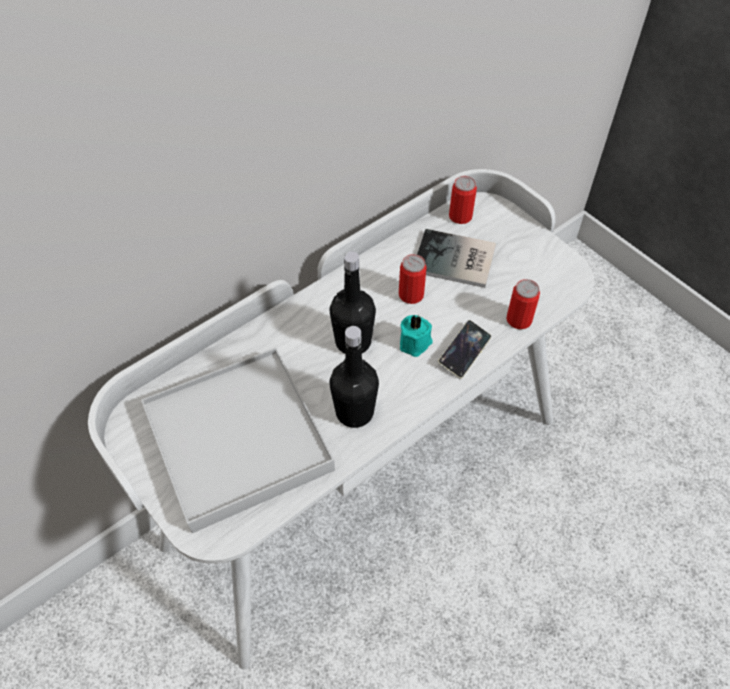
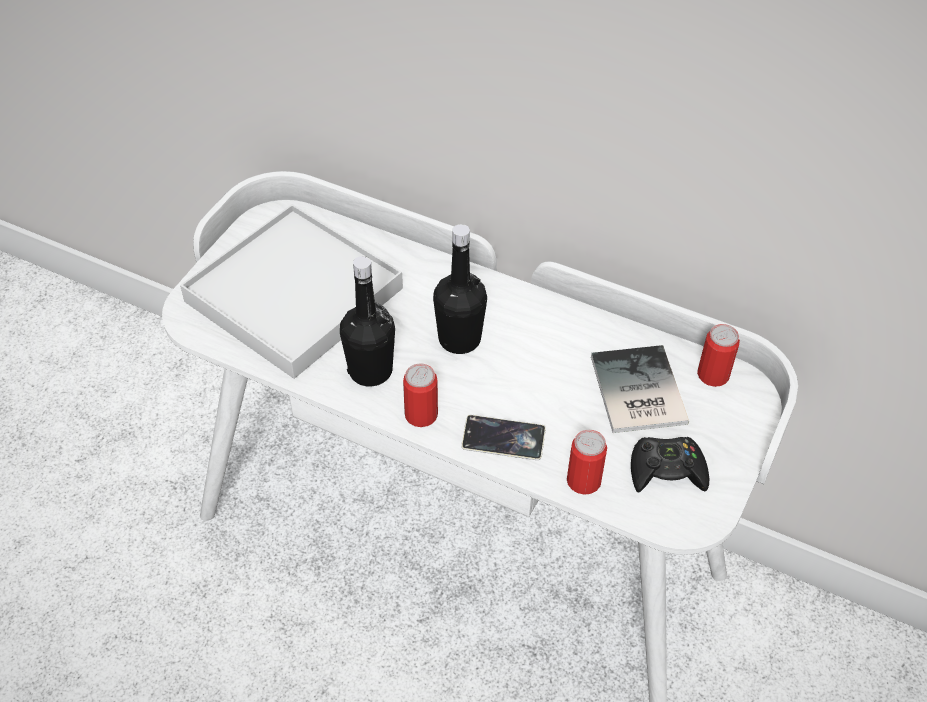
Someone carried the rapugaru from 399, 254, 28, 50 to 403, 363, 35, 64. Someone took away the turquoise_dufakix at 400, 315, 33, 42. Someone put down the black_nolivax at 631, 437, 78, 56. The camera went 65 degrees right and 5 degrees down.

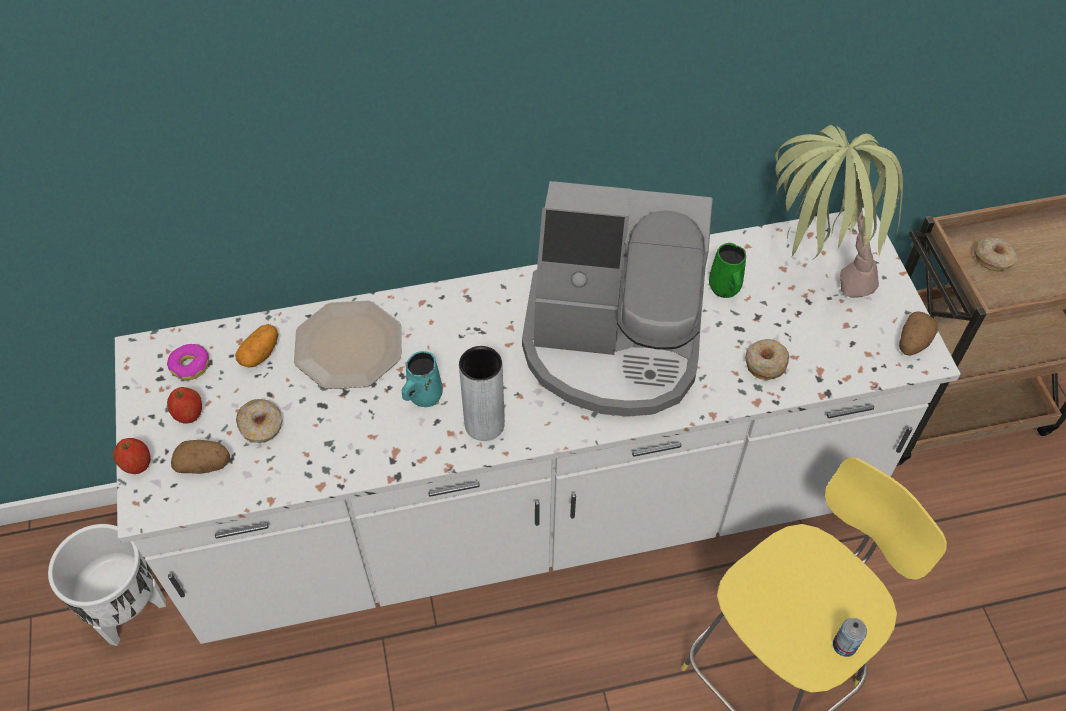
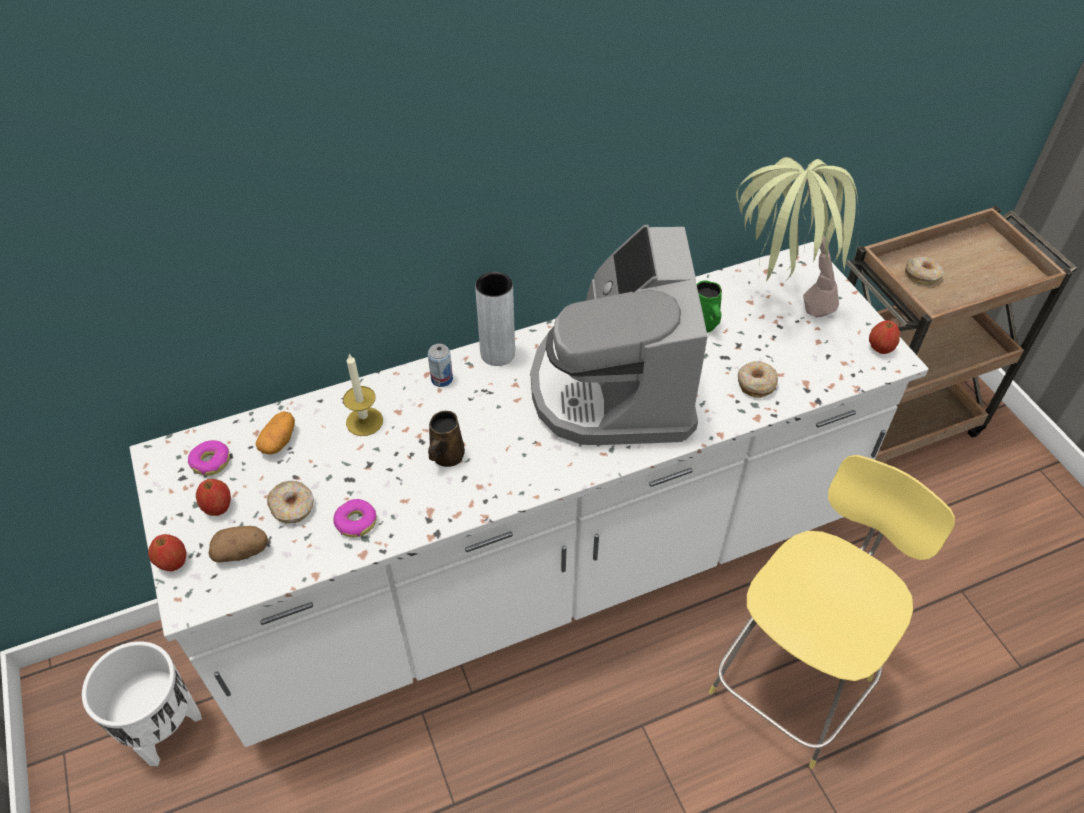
Someone swapped the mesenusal at 294, 300, 108, 89 for the dufakix at 343, 354, 40, 82. Someone repainted the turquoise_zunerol at 402, 351, 41, 56, which became the brown_zunerol at 428, 411, 37, 56. Someone carried the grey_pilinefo from 459, 346, 46, 95 to 475, 272, 40, 94. Someone rotated the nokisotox at 522, 181, 191, 236 by 90 degrees clockwise. Someone carried the rapugaru from 833, 618, 34, 39 to 428, 344, 25, 43. Someone swapped the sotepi at 899, 311, 39, 45 for the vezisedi at 869, 320, 31, 34. Someone put down the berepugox at 333, 499, 44, 38. The camera went 10 degrees left and 5 degrees down.

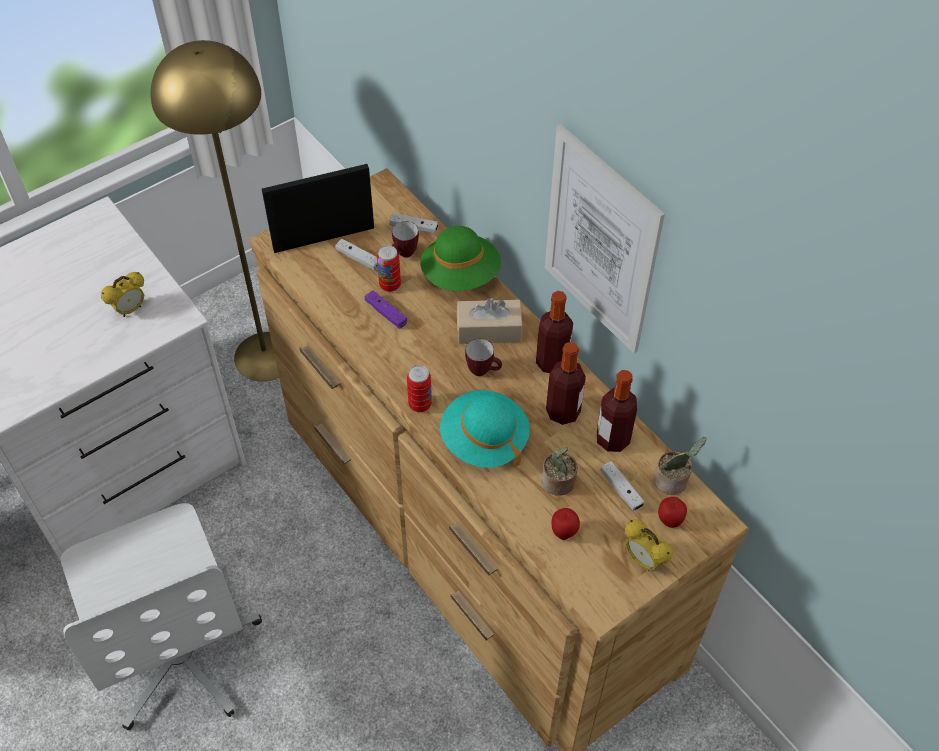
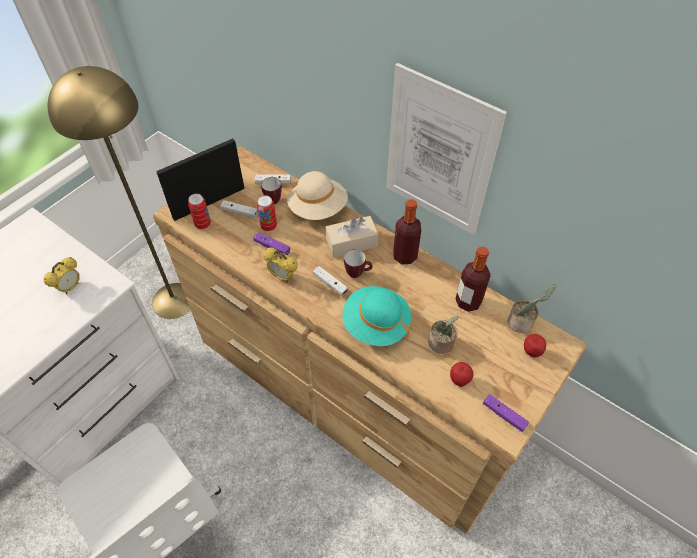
Someone carried the rapugaru from 407, 365, 25, 48 to 188, 194, 23, 35. Someone repainted the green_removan at 420, 226, 81, 65, which became the beige_removan at 287, 171, 61, 49. Someone took away the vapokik at 546, 342, 40, 83. Someone carried the white_nolivax from 601, 461, 44, 50 to 313, 266, 35, 30. Someone carried the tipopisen from 625, 519, 48, 52 to 263, 247, 35, 36. Someone put down the purple_nolivax at 483, 394, 46, 38. The camera went 15 degrees left and 0 degrees up.

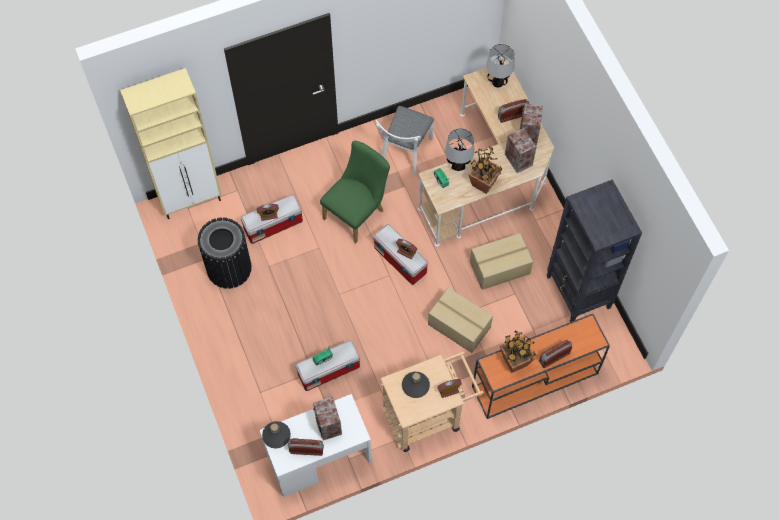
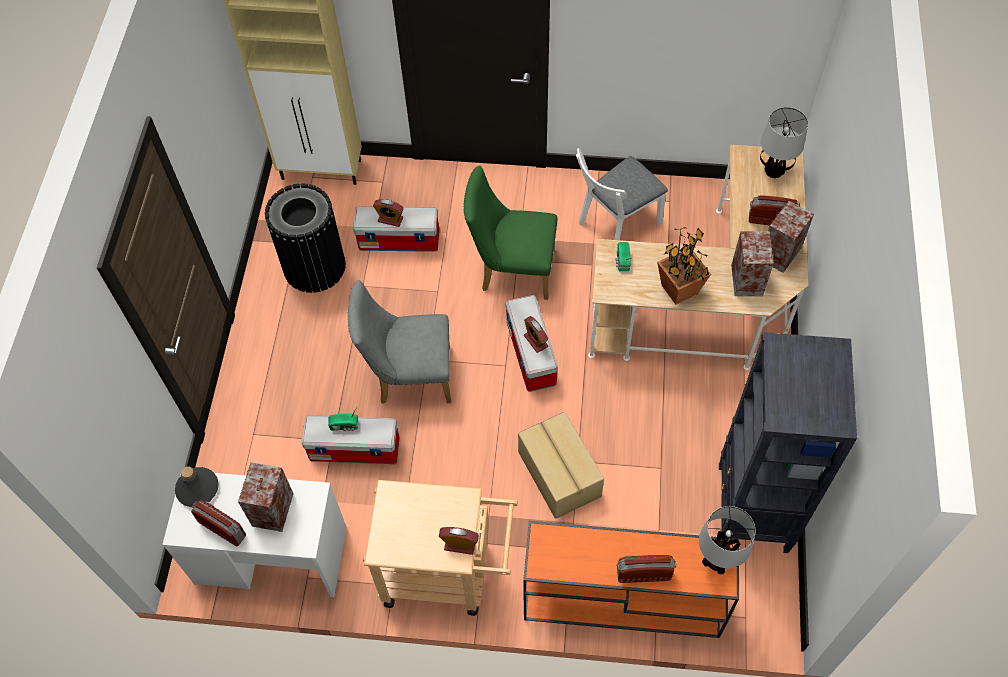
Someone rotated the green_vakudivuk at 320, 141, 70, 102 by 150 degrees counterclockwise. Someone took away the grey_vapokik at 402, 372, 28, 26. Someone carried the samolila from 445, 128, 29, 43 to 699, 506, 56, 68. Someone took away the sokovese at 470, 233, 63, 57. Someone took away the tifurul at 500, 330, 36, 43. Someone put down the grey_vakudivuk at 348, 280, 103, 124. The camera went 30 degrees right and 5 degrees down.

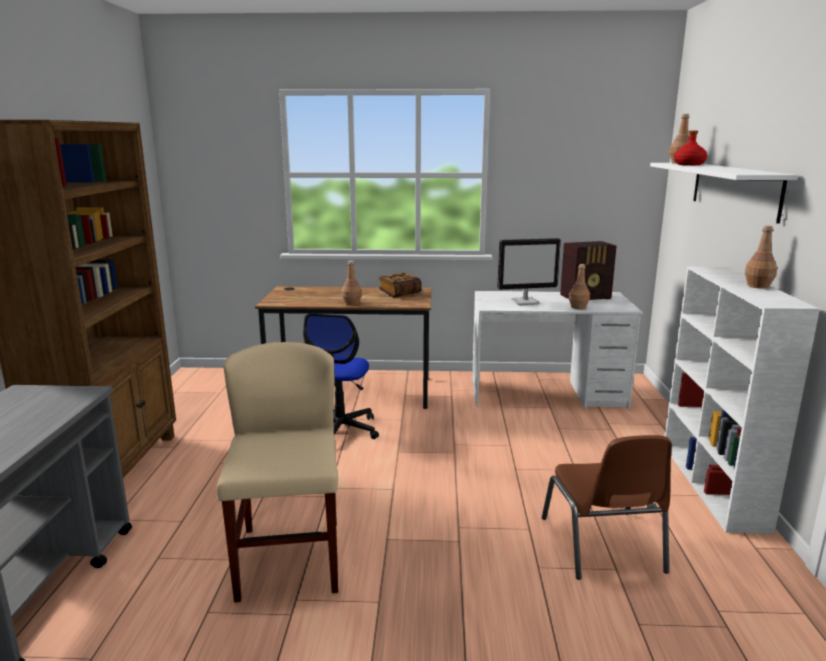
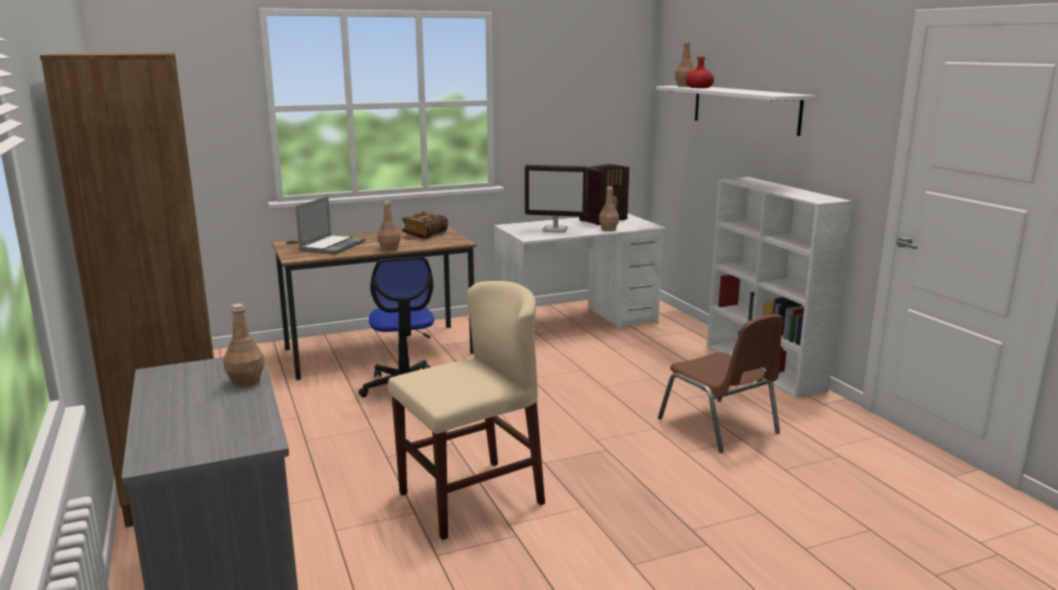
Someone rotated the beige_vakudivuk at 216, 342, 122, 261 by 90 degrees clockwise. Someone rotated the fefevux at 497, 238, 64, 67 by 45 degrees clockwise. Someone carried the brown_vapokik from 745, 225, 32, 64 to 223, 304, 41, 83. Someone put down the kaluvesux at 296, 196, 69, 58. The camera went 25 degrees left and 0 degrees up.

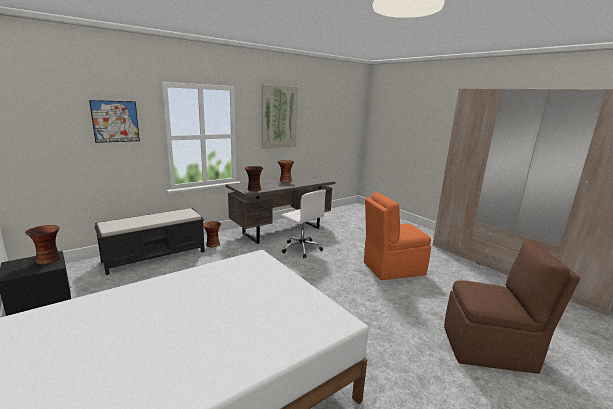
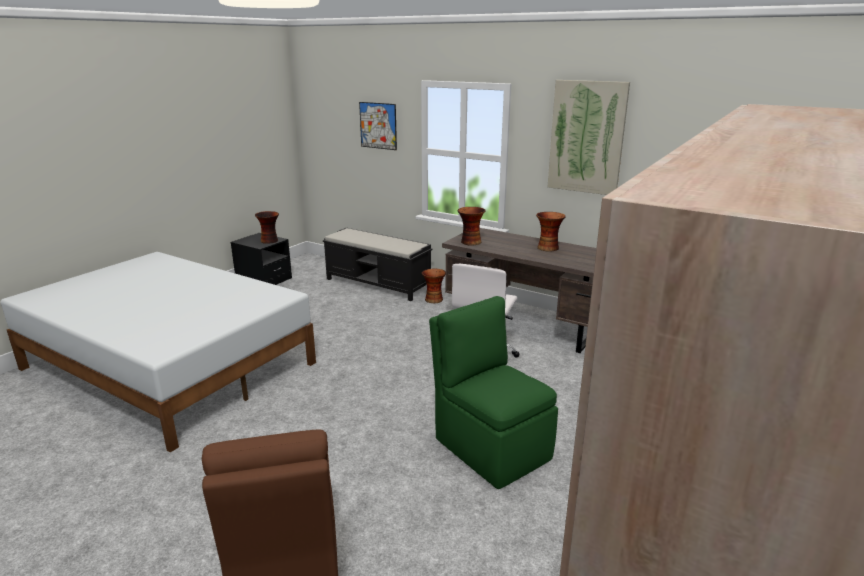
Someone repainted the orange_vakudivuk at 364, 192, 67, 88, which became the green_vakudivuk at 429, 296, 129, 193. The camera went 70 degrees right and 5 degrees up.

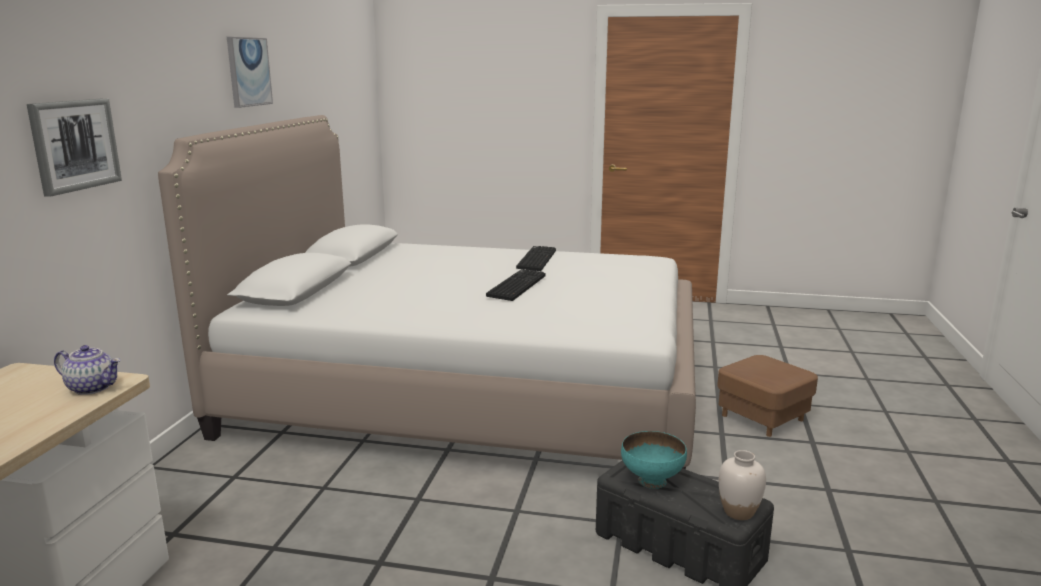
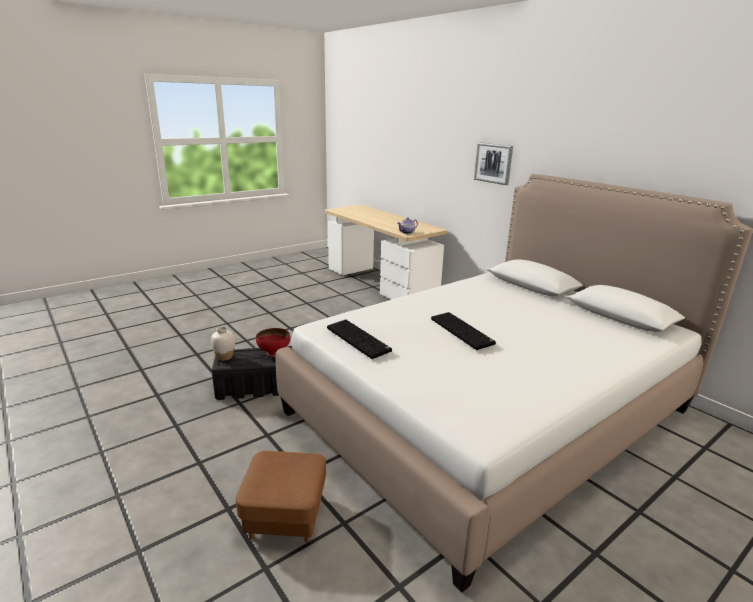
Someone took away the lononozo at 227, 37, 46, 71. Someone carried the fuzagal from 516, 246, 40, 25 to 327, 320, 65, 39. Someone repainted the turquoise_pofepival at 621, 431, 66, 58, which became the red_pofepival at 256, 328, 34, 29. The camera went 130 degrees right and 5 degrees up.

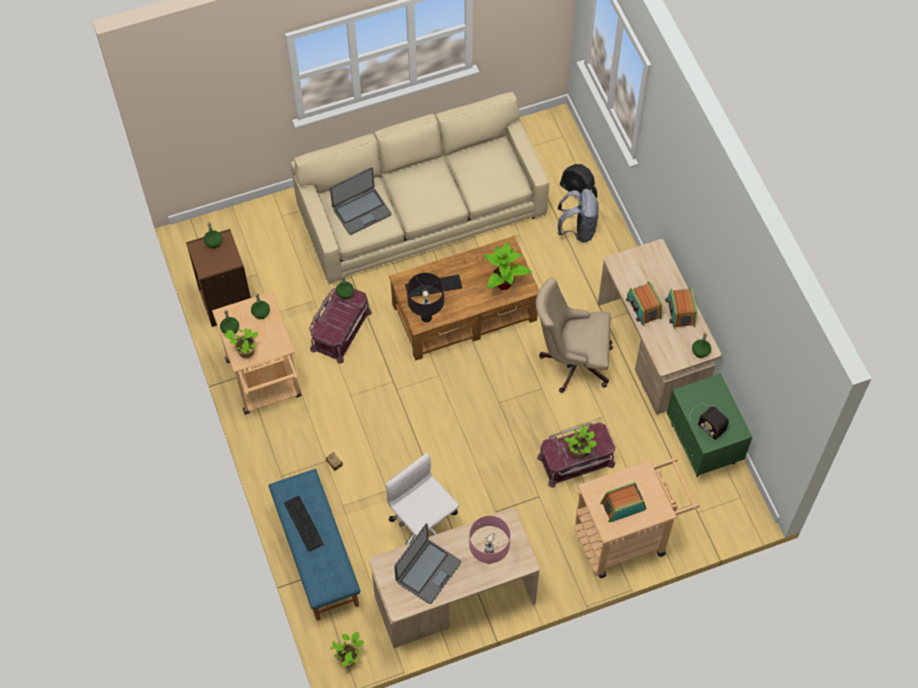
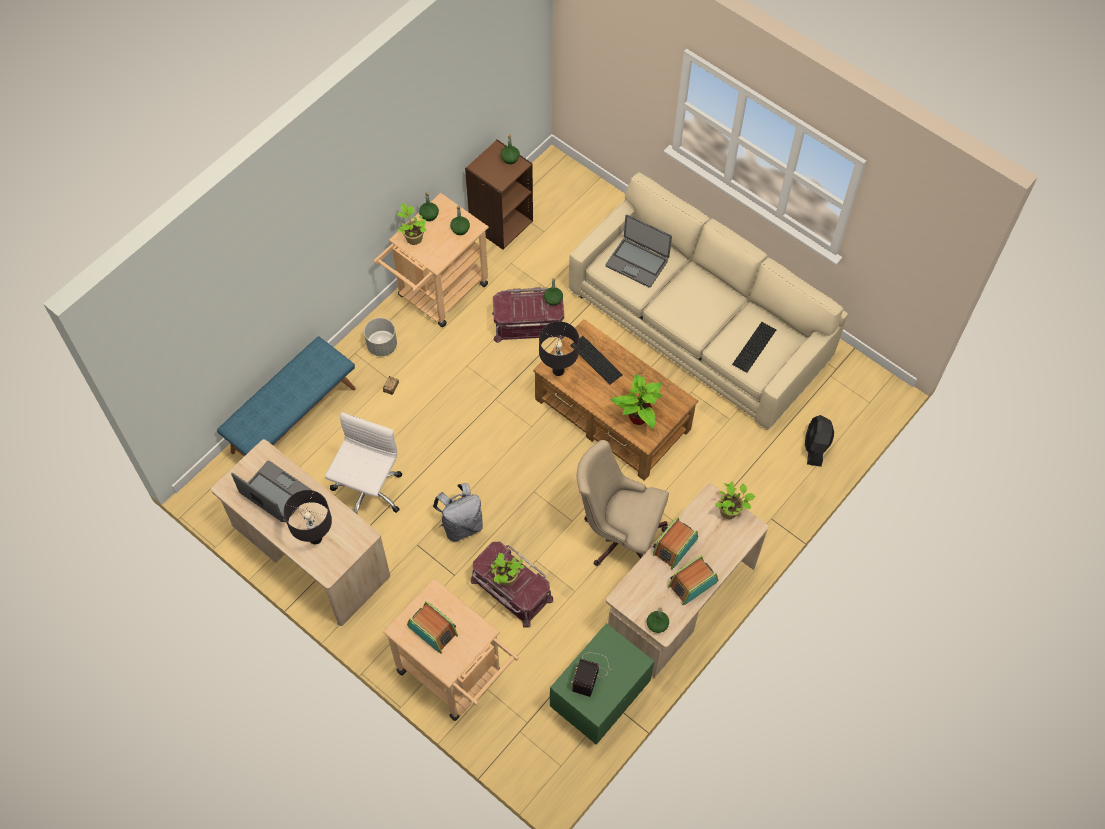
Someone carried the fuzagal from 284, 495, 40, 57 to 732, 322, 44, 51. Someone carried the tifurul from 330, 632, 34, 36 to 715, 481, 40, 38. Someone rotated the kaluvesux at 394, 523, 67, 81 by 150 degrees counterclockwise. Someone repainted the pink_samolila at 469, 516, 41, 48, which became the black_samolila at 284, 490, 48, 54. Someone rotated the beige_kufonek at 536, 278, 77, 115 by 45 degrees counterclockwise. Someone carried the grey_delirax from 558, 189, 41, 54 to 433, 483, 50, 59. Someone put down the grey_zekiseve at 364, 318, 33, 38. The camera went 60 degrees right and 0 degrees up.

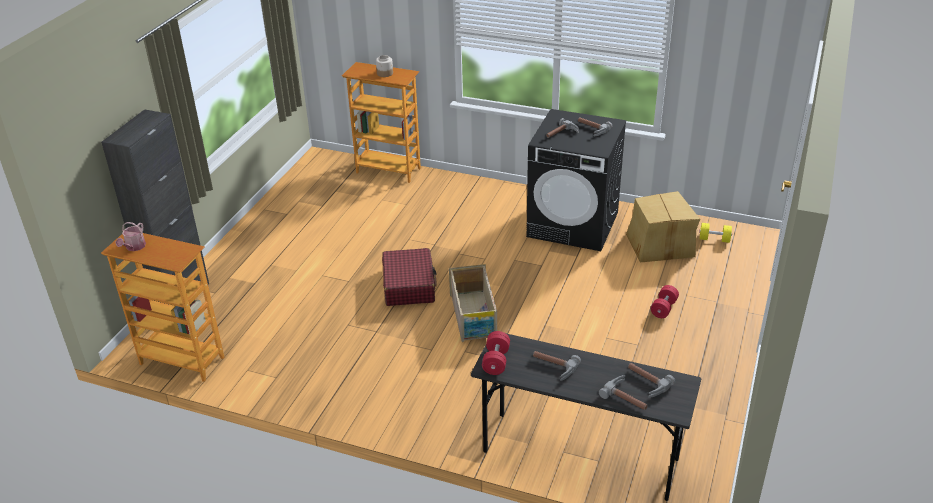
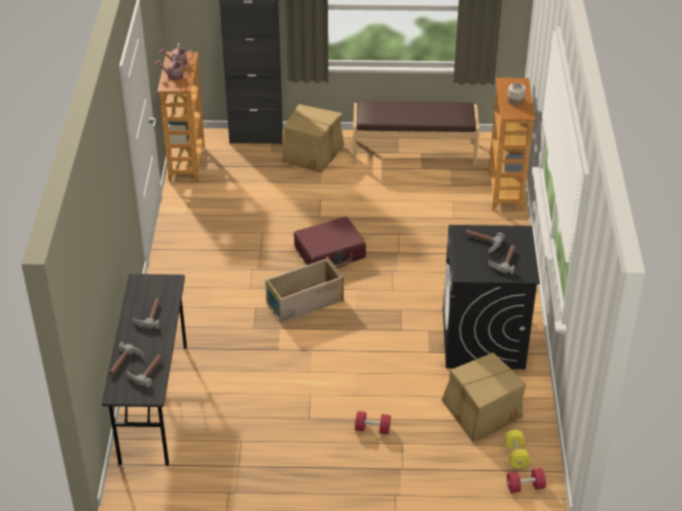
Someone carried the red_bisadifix from 482, 331, 28, 44 to 507, 468, 39, 25. Someone put down the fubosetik at 155, 56, 35, 24. Someone put down the sokovese at 282, 104, 62, 69. Someone put down the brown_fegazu at 353, 101, 126, 65. The camera went 70 degrees right and 5 degrees up.

